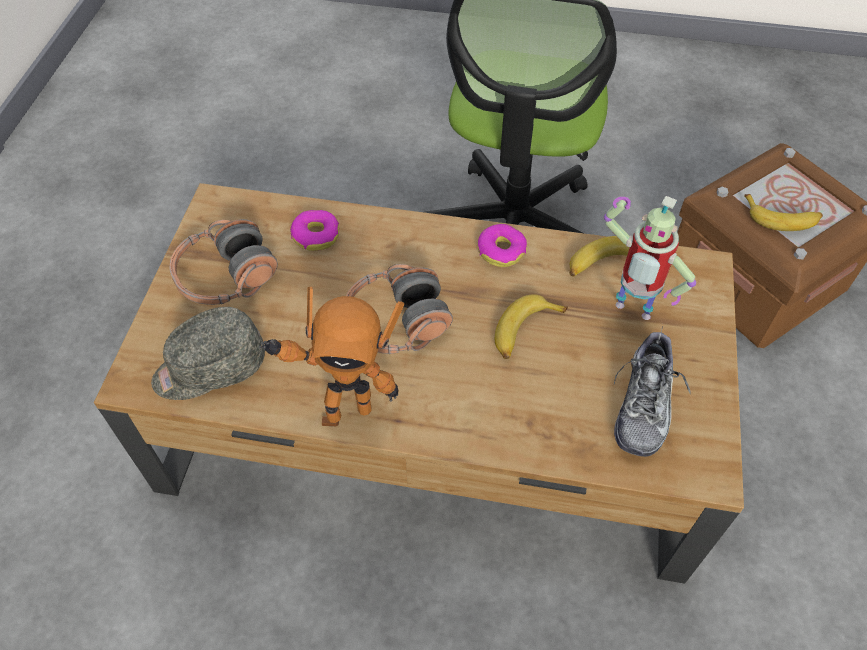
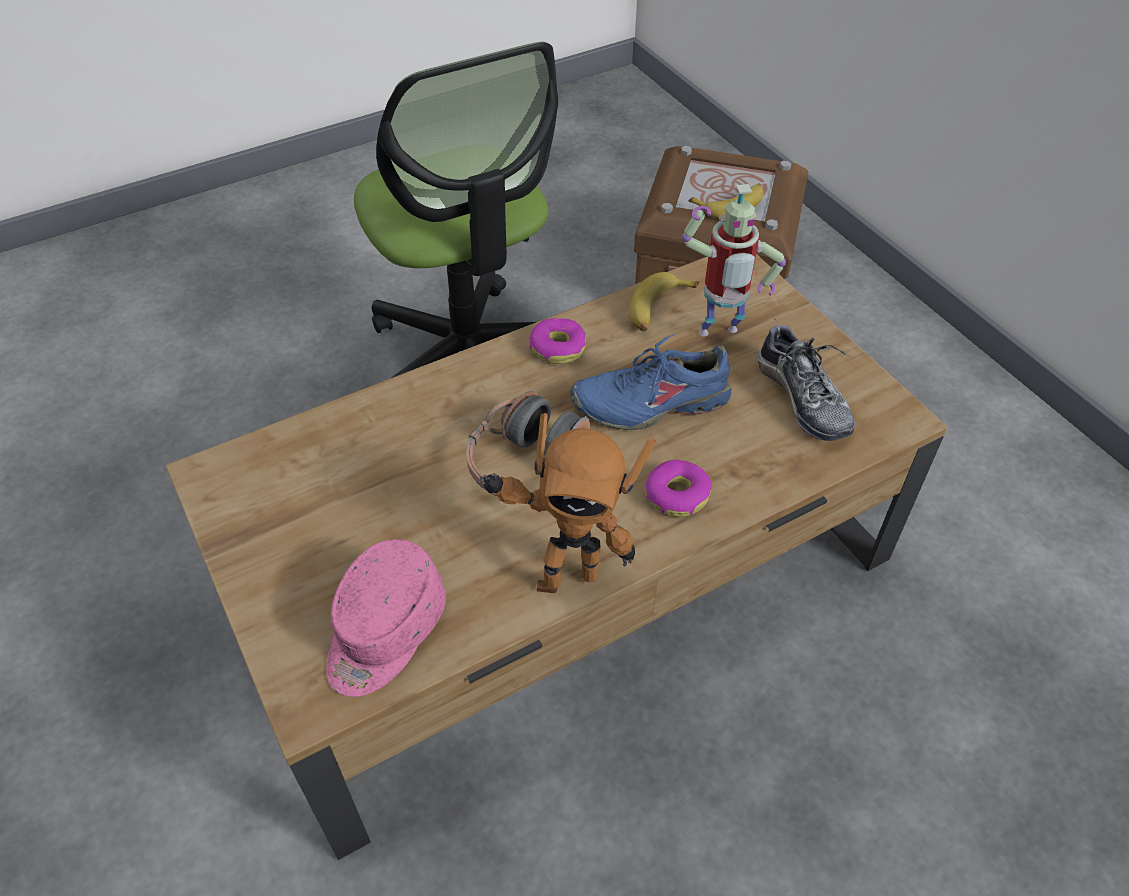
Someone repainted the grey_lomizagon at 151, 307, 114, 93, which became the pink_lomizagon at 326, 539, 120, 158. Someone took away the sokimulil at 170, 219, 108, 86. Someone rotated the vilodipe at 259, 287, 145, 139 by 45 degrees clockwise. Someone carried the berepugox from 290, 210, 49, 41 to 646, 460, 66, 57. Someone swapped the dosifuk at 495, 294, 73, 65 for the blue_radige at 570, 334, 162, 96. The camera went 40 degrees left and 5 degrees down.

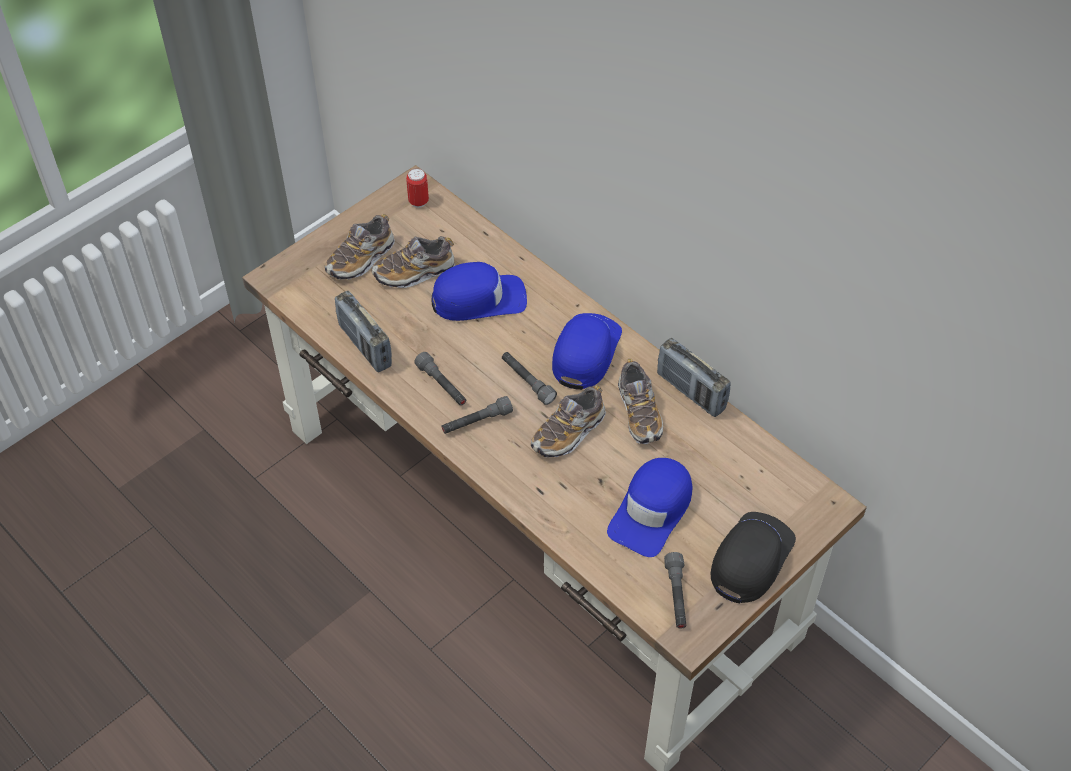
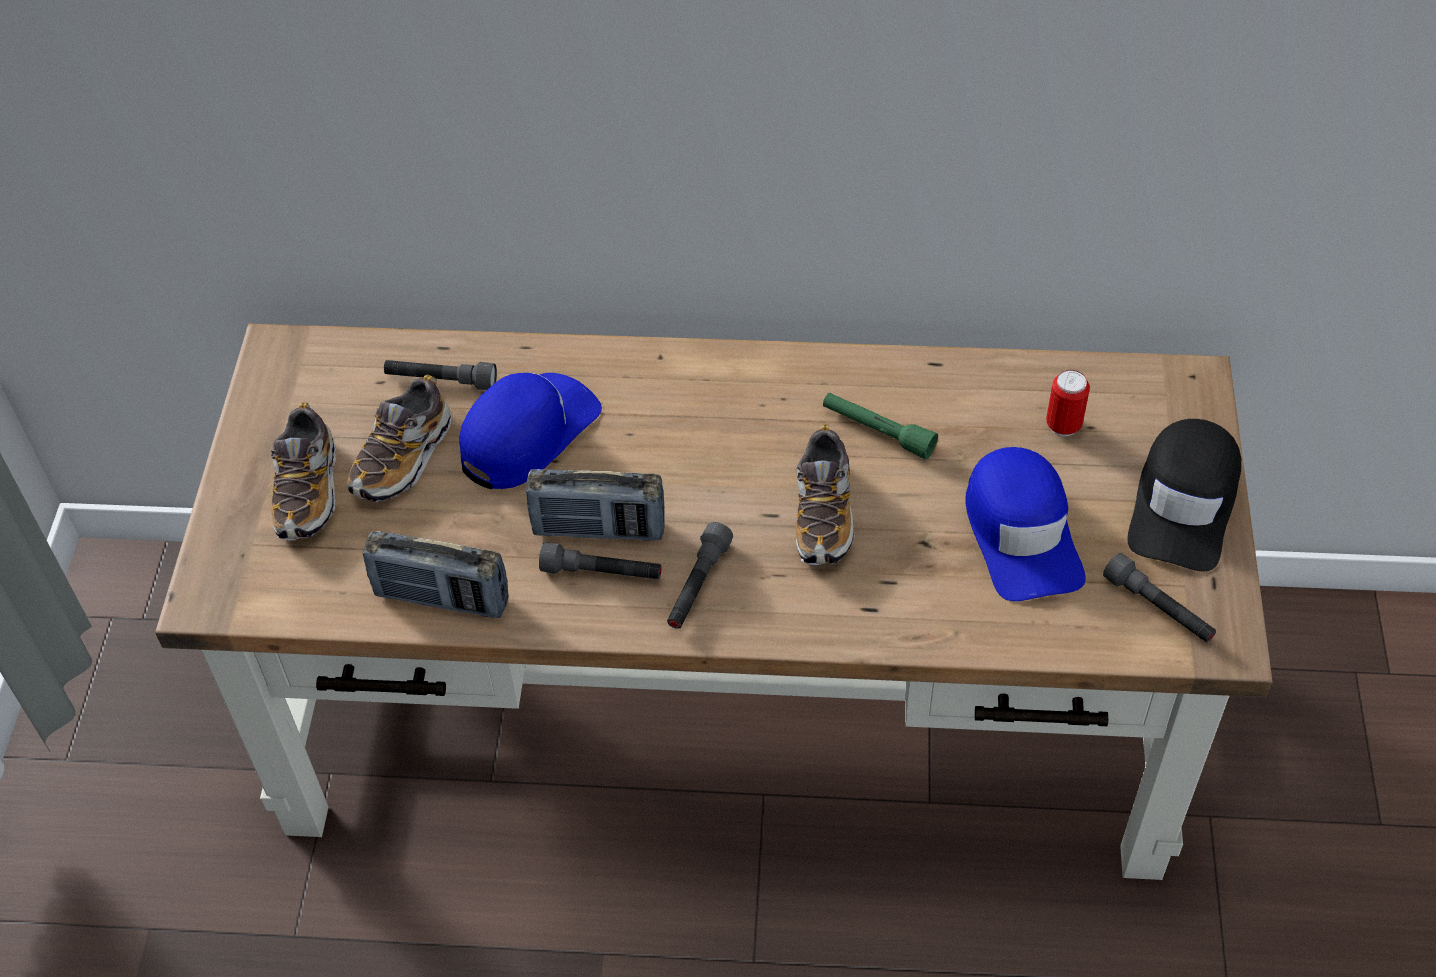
Someone carried the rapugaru from 406, 168, 23, 40 to 1046, 370, 44, 66. Someone carried the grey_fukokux from 502, 352, 55, 53 to 384, 360, 113, 30. Someone took away the blue_lomizagon at 552, 313, 70, 77. Someone swapped the radige at 618, 359, 45, 85 for the green_fukokux at 823, 393, 115, 66. Someone carried the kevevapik from 657, 338, 74, 79 to 526, 469, 139, 72. Someone rotated the black_lomizagon at 711, 512, 85, 91 by 150 degrees counterclockwise. The camera went 40 degrees left and 0 degrees up.

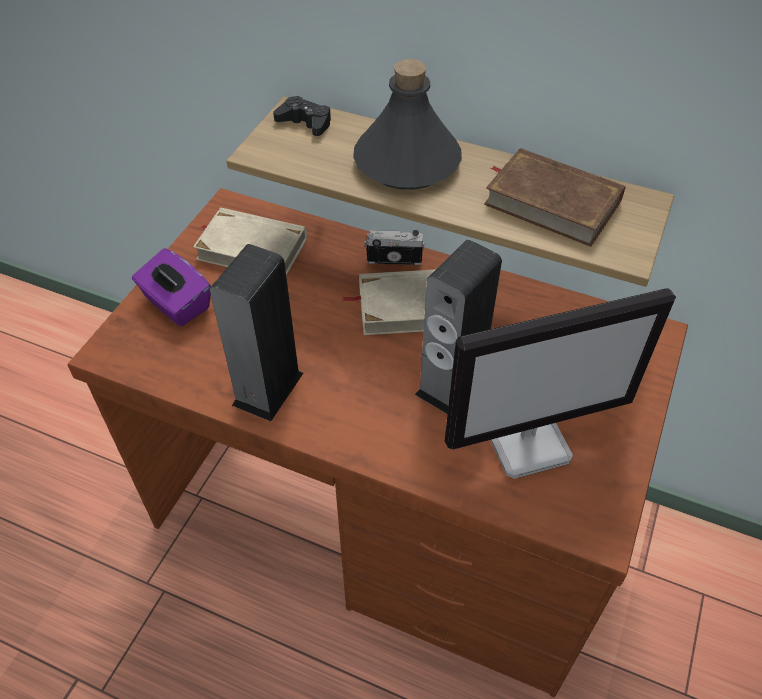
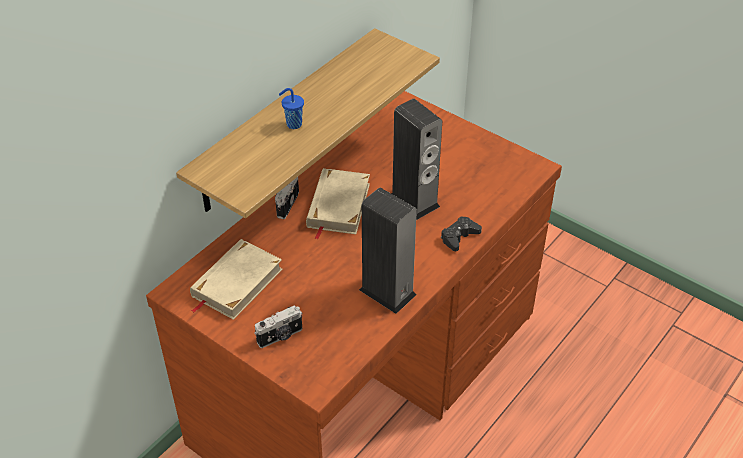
Someone swapped the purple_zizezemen at 132, 248, 79, 78 for the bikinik at 254, 305, 49, 43. Someone carried the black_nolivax from 273, 96, 58, 40 to 441, 216, 41, 35. Someone swapped the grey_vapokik at 353, 59, 109, 131 for the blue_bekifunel at 279, 88, 25, 41. Someone took away the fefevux at 445, 288, 231, 191. Someone took away the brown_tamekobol at 484, 148, 142, 98. The camera went 75 degrees left and 5 degrees down.

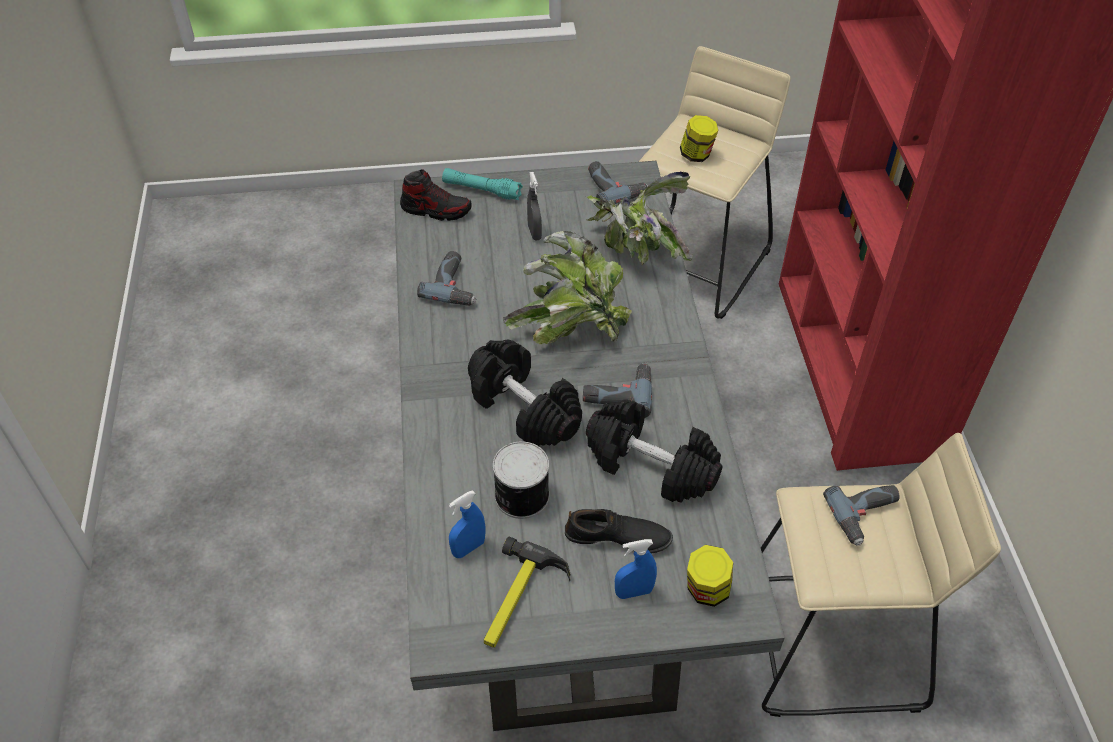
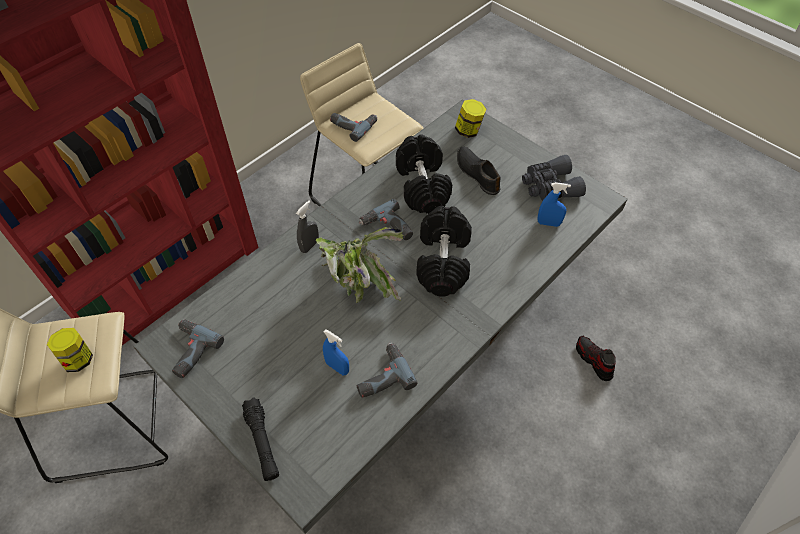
Someone carried the radige from 400, 169, 72, 52 to 576, 335, 39, 46. Someone repainted the turquoise_fukokux at 442, 168, 81, 32, which became the black_fukokux at 242, 397, 37, 84. Someone swapped the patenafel at 484, 537, 86, 111 for the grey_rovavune at 522, 155, 64, 46. Someone took away the rapugaru at 493, 442, 56, 77. Someone carried the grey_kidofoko from 527, 172, 15, 68 to 296, 200, 23, 53. Someone took away the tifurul at 587, 172, 106, 93. Someone carried the blue_kidofoko from 615, 539, 42, 60 to 323, 330, 26, 45. The camera went 130 degrees left and 5 degrees up.

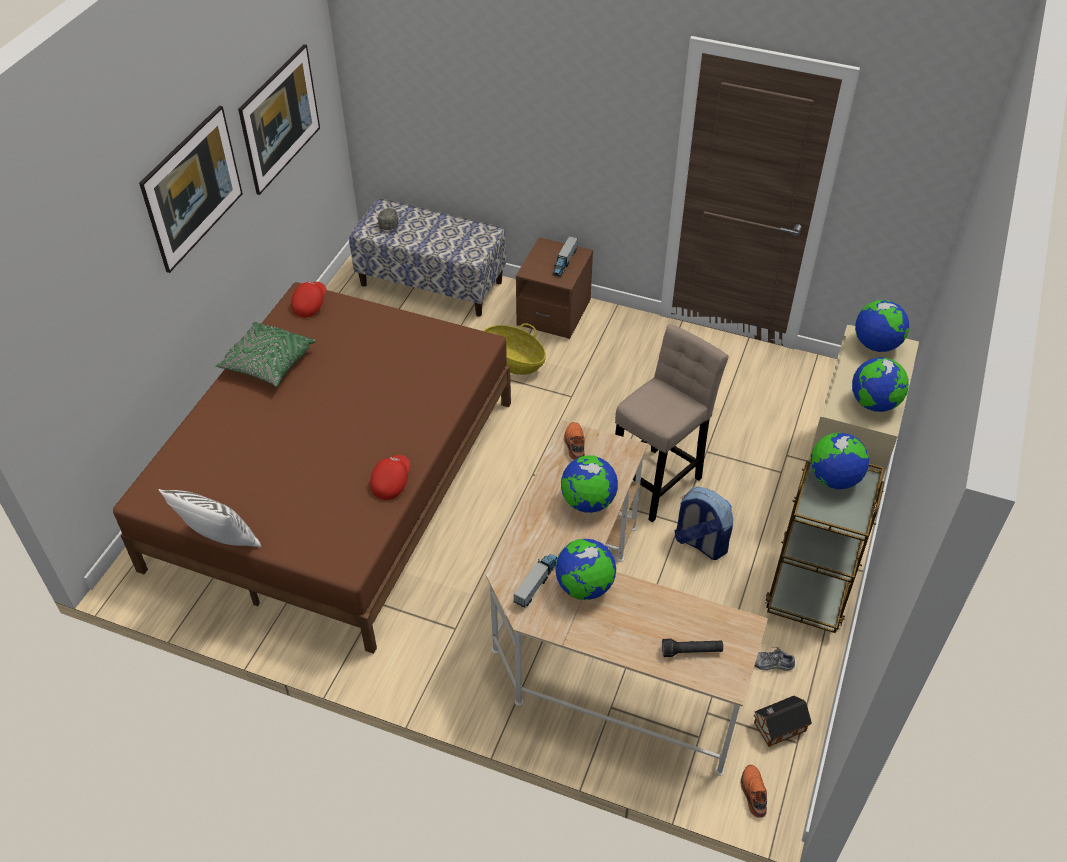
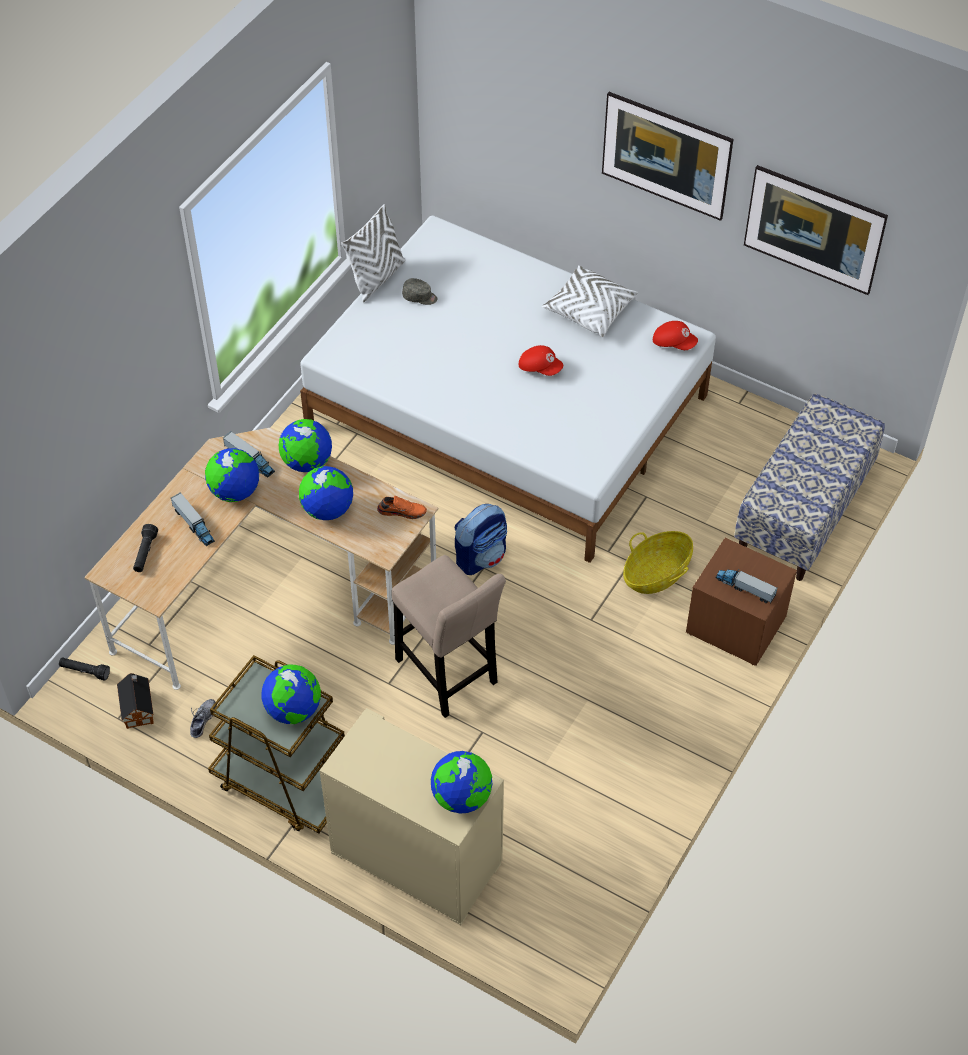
Someone repainted the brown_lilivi at 113, 282, 398, 372, which became the white_lilivi at 300, 215, 416, 348. Someone repainted the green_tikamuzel at 216, 322, 100, 65, which became the white_tikamuzel at 542, 265, 96, 72. Someone carried the red_lomizagon from 370, 455, 40, 45 to 519, 345, 44, 31. Someone carried the grey_lomizagon from 378, 208, 21, 22 to 402, 278, 35, 27. Someone carried the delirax from 675, 486, 58, 74 to 454, 504, 53, 71. Someone swapped the orange_radige at 741, 765, 26, 53 for the black_fukokux at 59, 657, 51, 24. Someone carried the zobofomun from 852, 358, 57, 54 to 279, 419, 53, 53. Someone put down the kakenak at 171, 492, 44, 54. The camera went 100 degrees right and 5 degrees up.

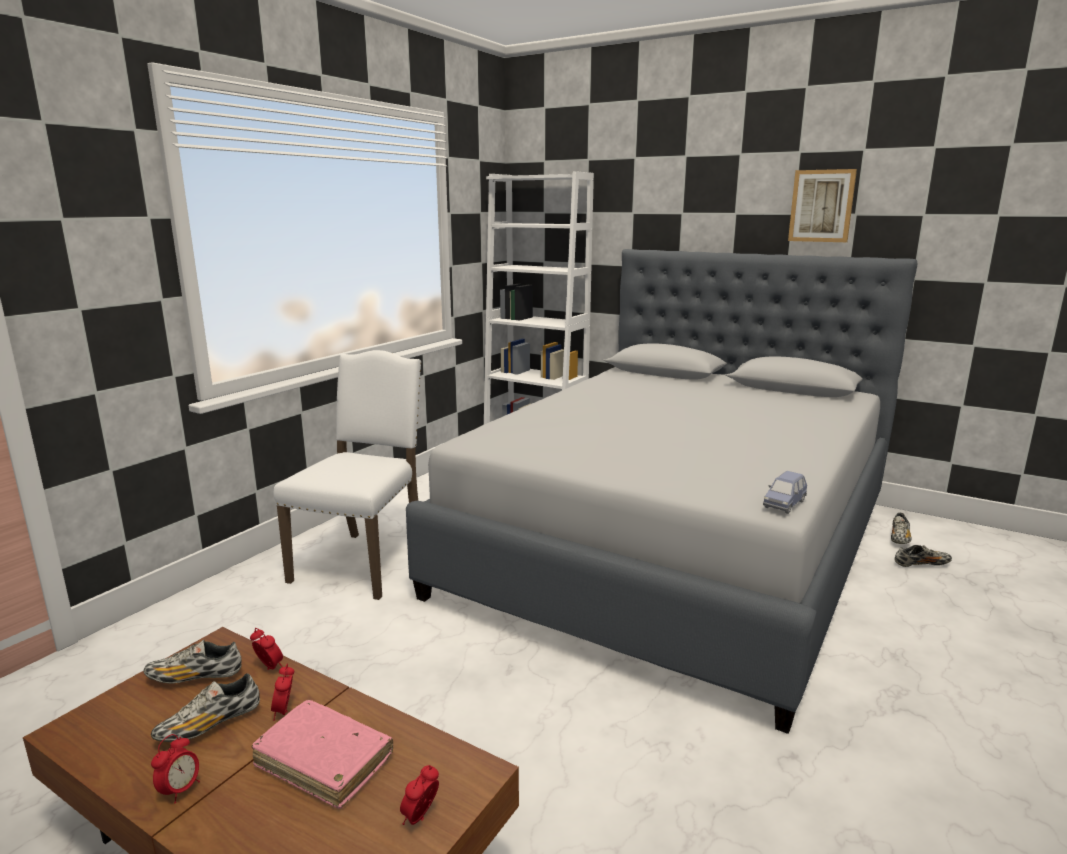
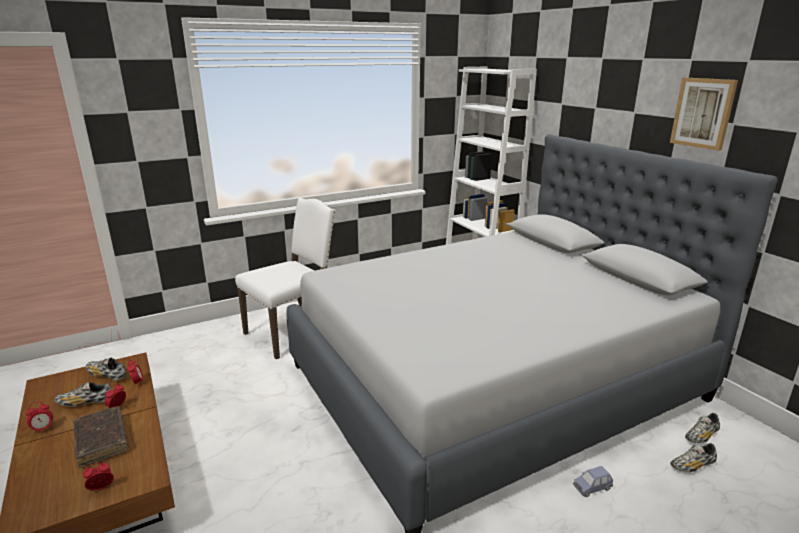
Someone repainted the pink_tamekobol at 252, 700, 141, 109, which became the brown_tamekobol at 73, 406, 55, 62. Someone carried the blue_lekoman from 763, 471, 44, 43 to 573, 466, 40, 31. Someone rotated the radige at 894, 545, 58, 22 by 135 degrees clockwise. The camera went 30 degrees right and 5 degrees up.

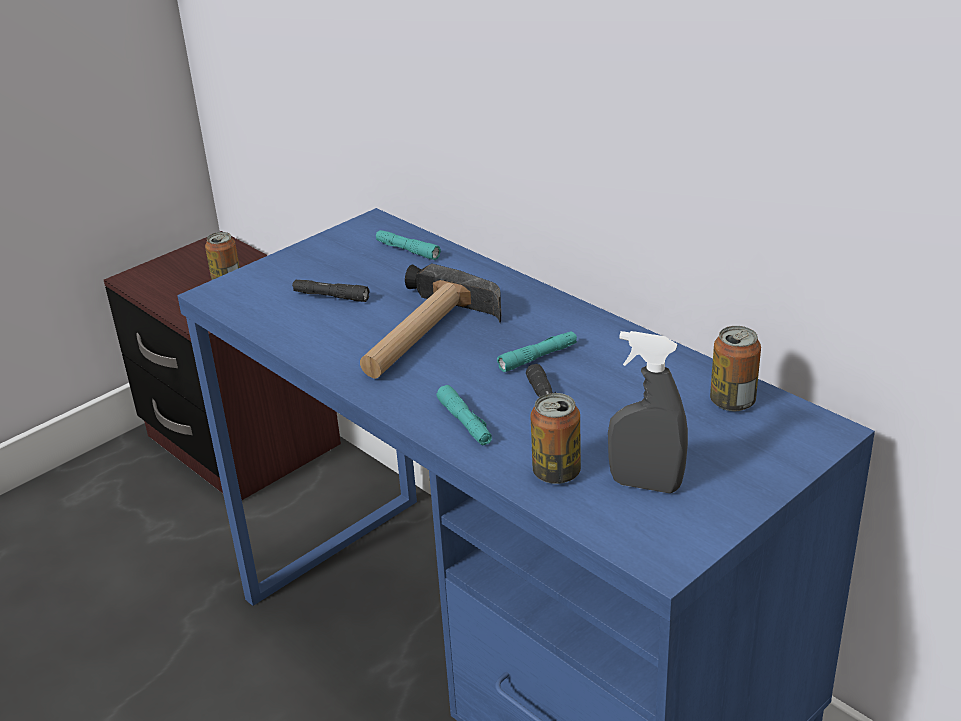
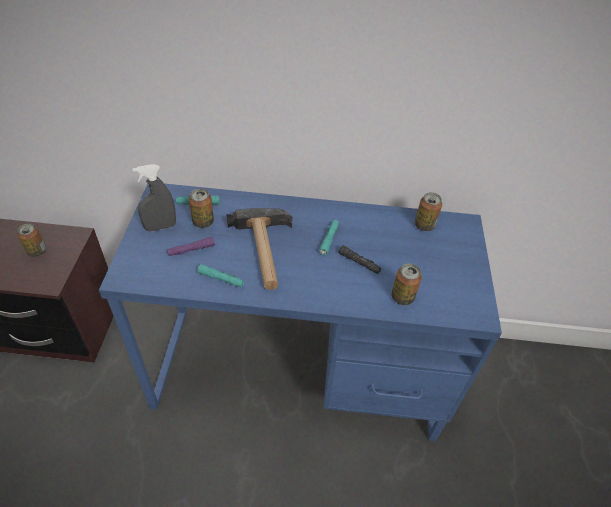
Someone repainted the black_fukokux at 292, 280, 78, 22, which became the purple_fukokux at 167, 237, 48, 19. Someone carried the turquoise_fukokux from 437, 385, 55, 60 to 197, 264, 47, 23. Someone carried the grey_kidofoko from 608, 331, 80, 162 to 132, 164, 44, 68. Someone put down the rapugaru at 189, 189, 25, 39. The camera went 45 degrees left and 15 degrees up.

